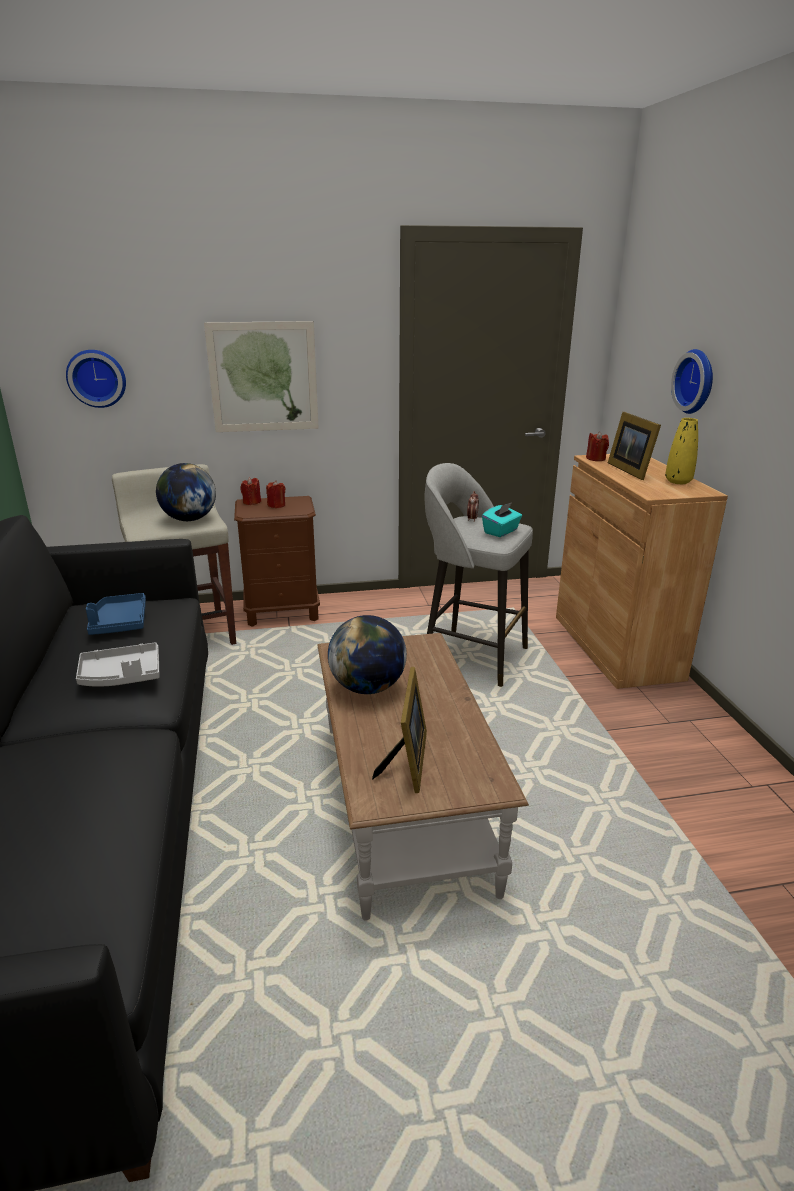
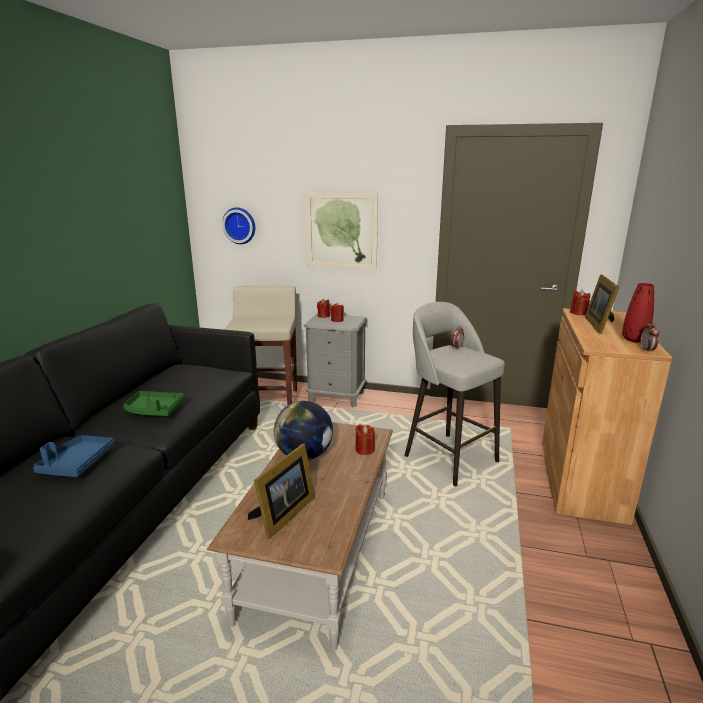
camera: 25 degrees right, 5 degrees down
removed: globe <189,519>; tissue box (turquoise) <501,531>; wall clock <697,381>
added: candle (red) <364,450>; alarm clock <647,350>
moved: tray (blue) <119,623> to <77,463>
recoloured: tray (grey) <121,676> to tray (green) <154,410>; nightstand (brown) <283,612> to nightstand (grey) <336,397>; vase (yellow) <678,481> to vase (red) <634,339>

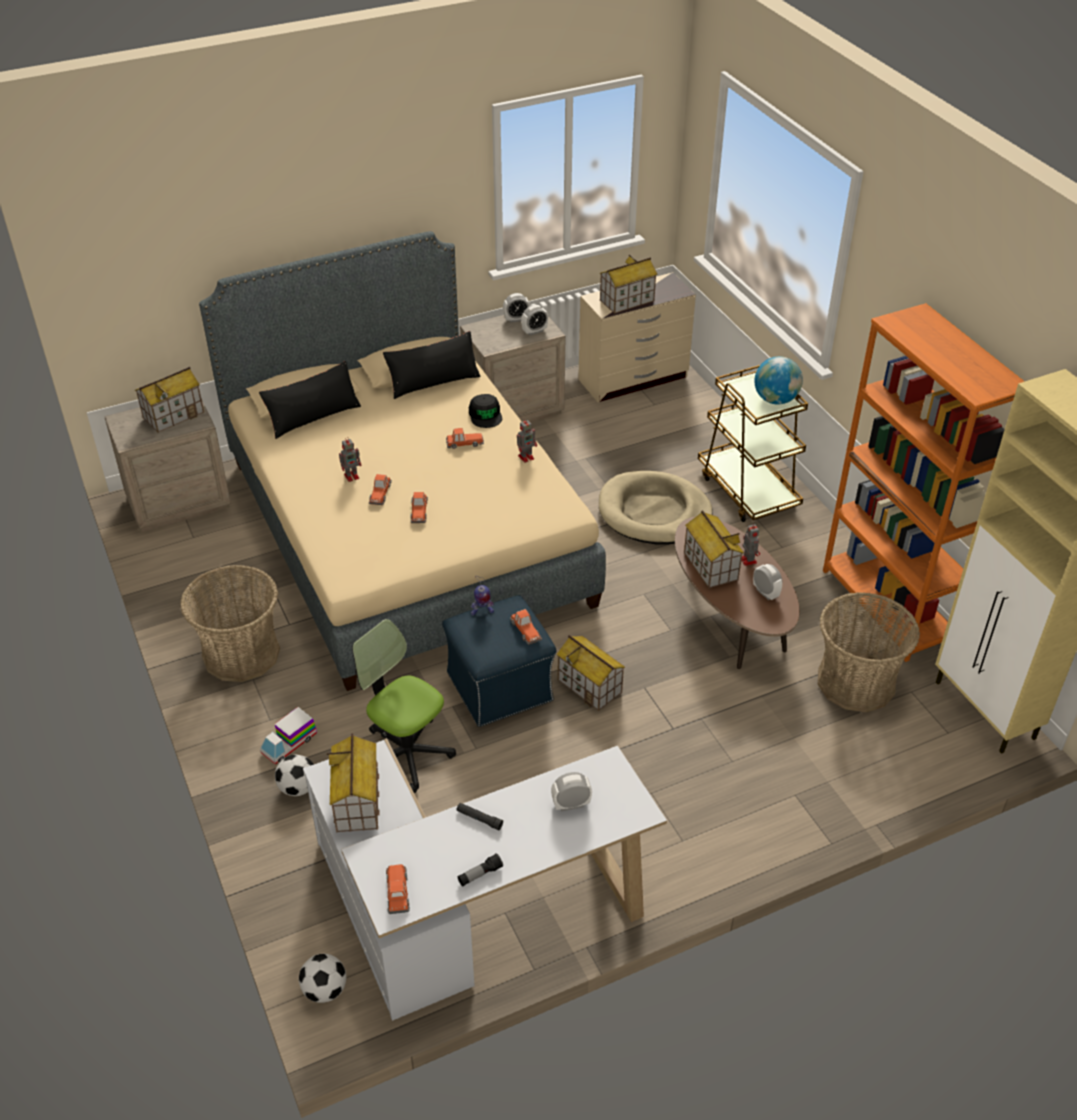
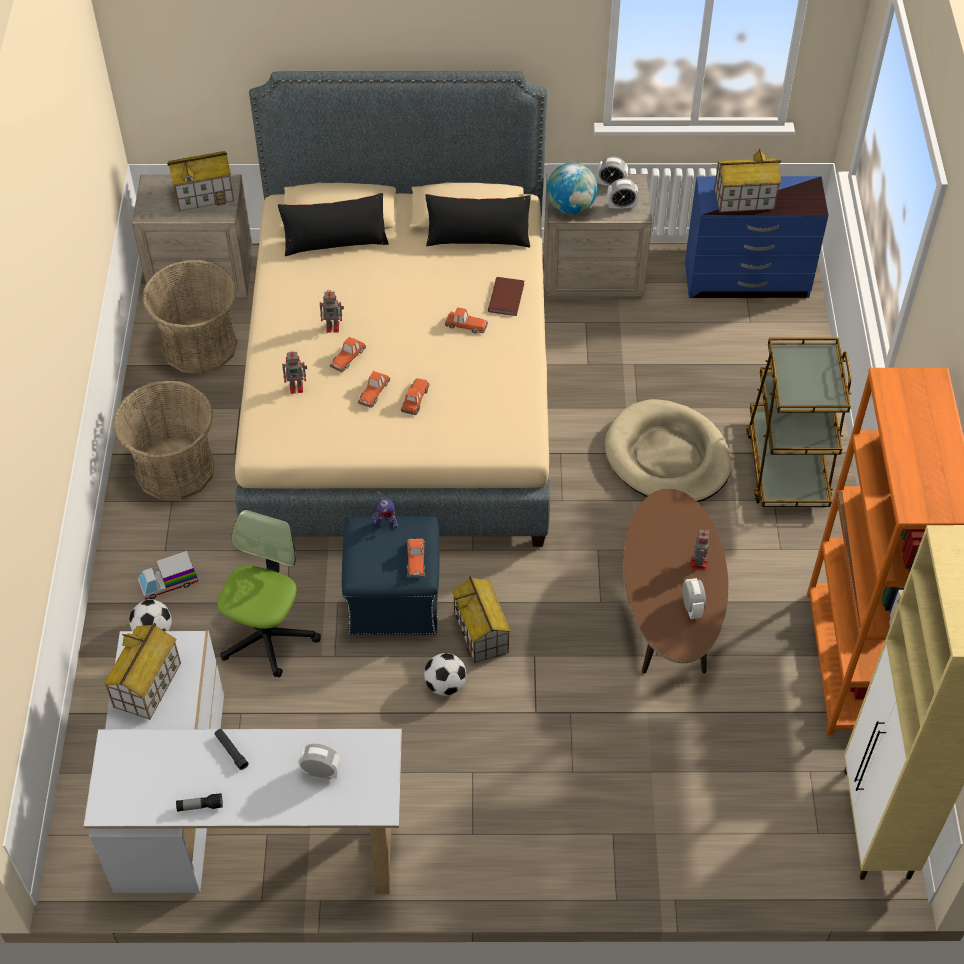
camera: 25 degrees right, 10 degrees up
removed: toy house <710,566>
moved: football <325,990> to <445,685>; toy car <397,892> to <415,399>; toy robot <526,457> to <297,387>; globe <775,399> to <571,207>; basket <856,682> to <200,346>
replaced: cap (black) <485,415> to book (brown) <507,297>
recoloured: dresser (beige) <634,379> to dresser (blue) <747,281>
turned: office chair <406,754> = <267,636> 45 degrees clockwise

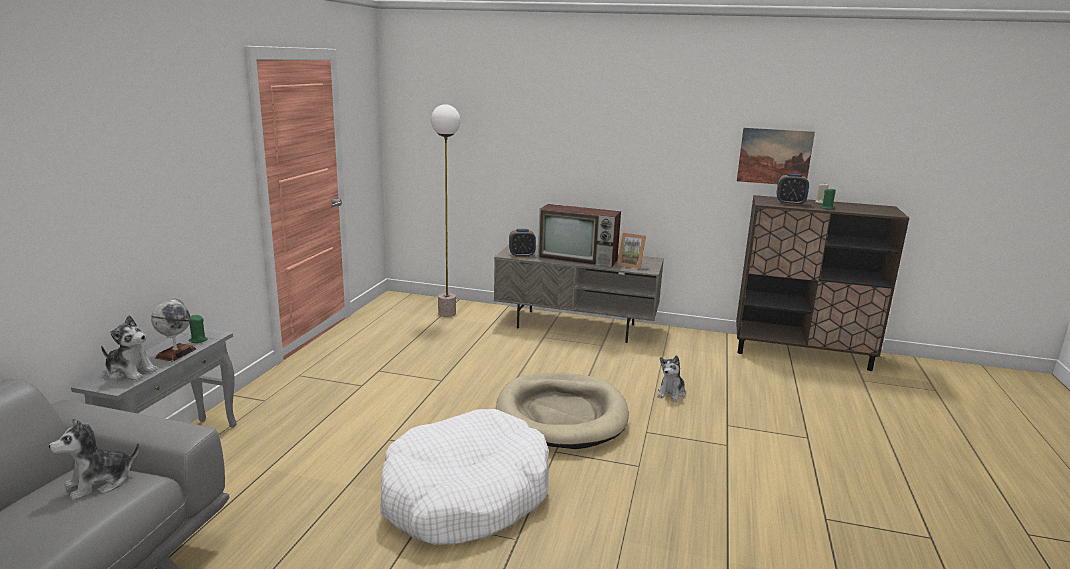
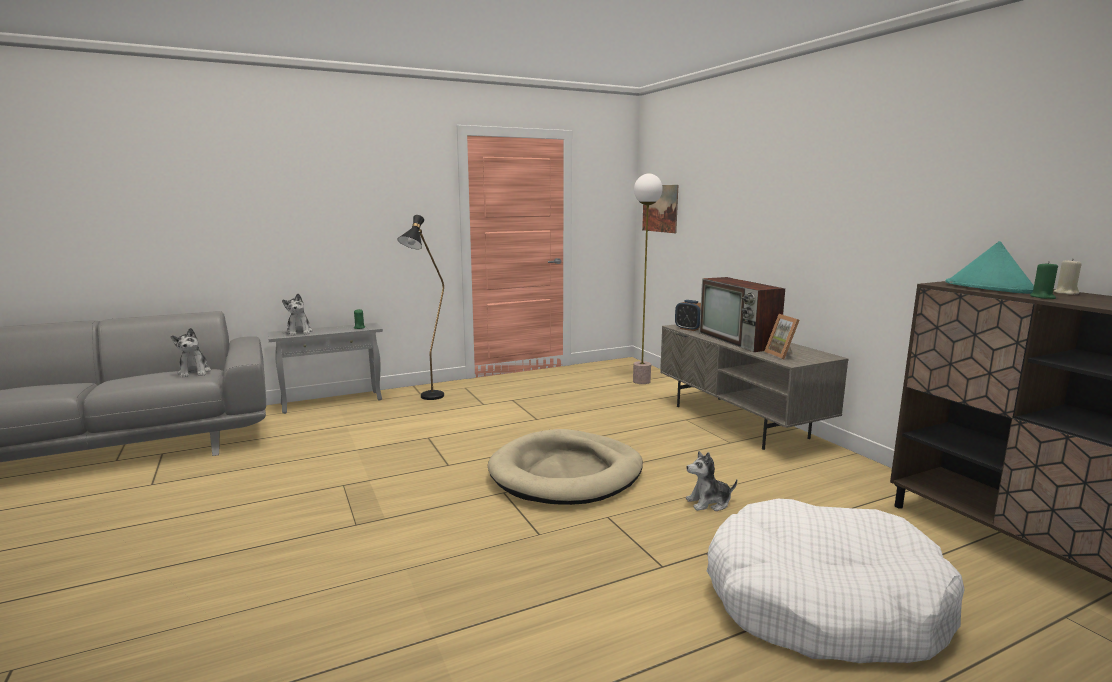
camera: 50 degrees right, 5 degrees down
removed: globe <176,353>
added: floor lamp (black) <428,399>
moved: dog bed (white) <465,495> to <822,603>; picture <774,156> to <660,208>
replaced: alarm clock <790,203> to hat (turquoise) <990,288>
turned: plush toy <99,483> = <194,372> 120 degrees counterclockwise

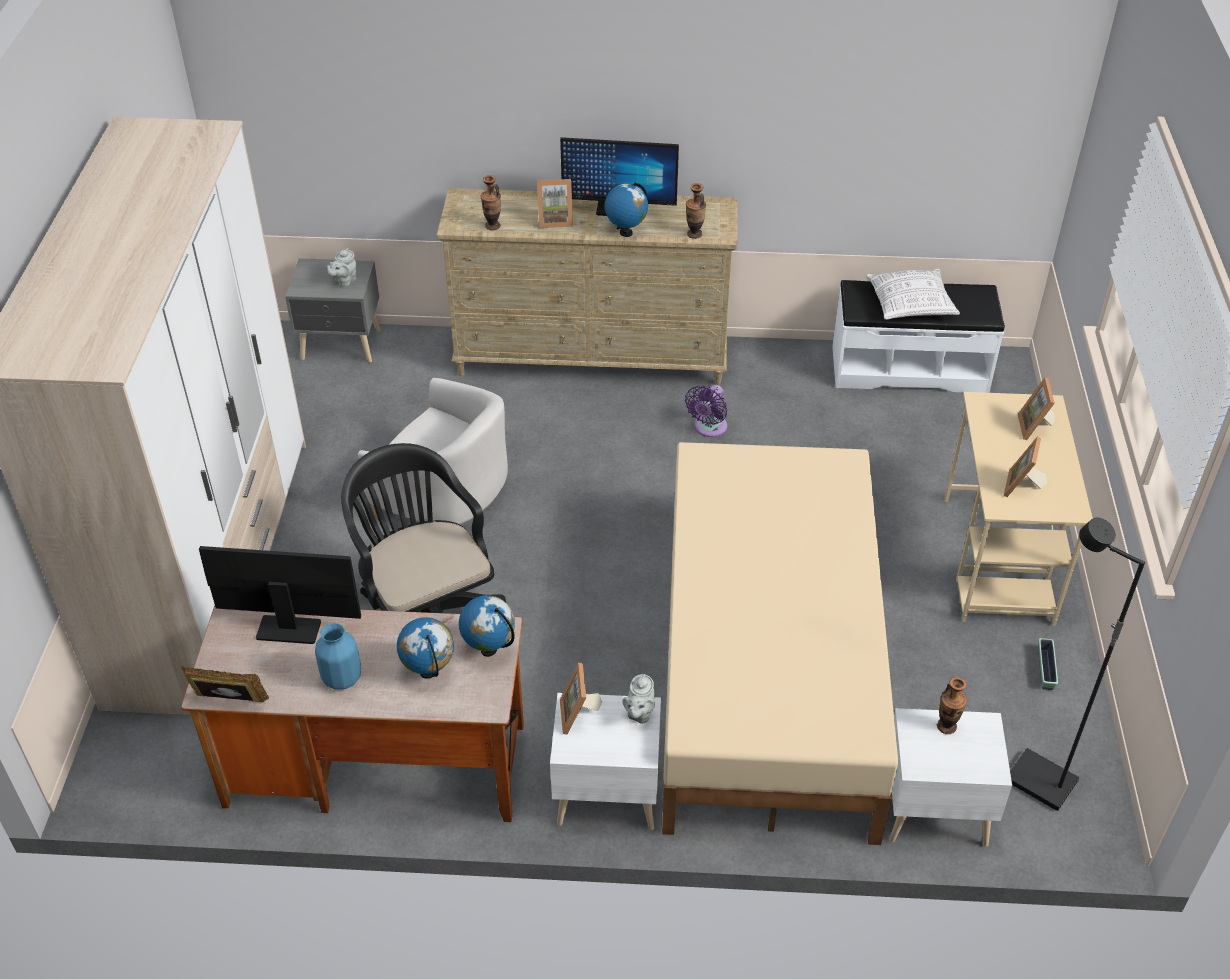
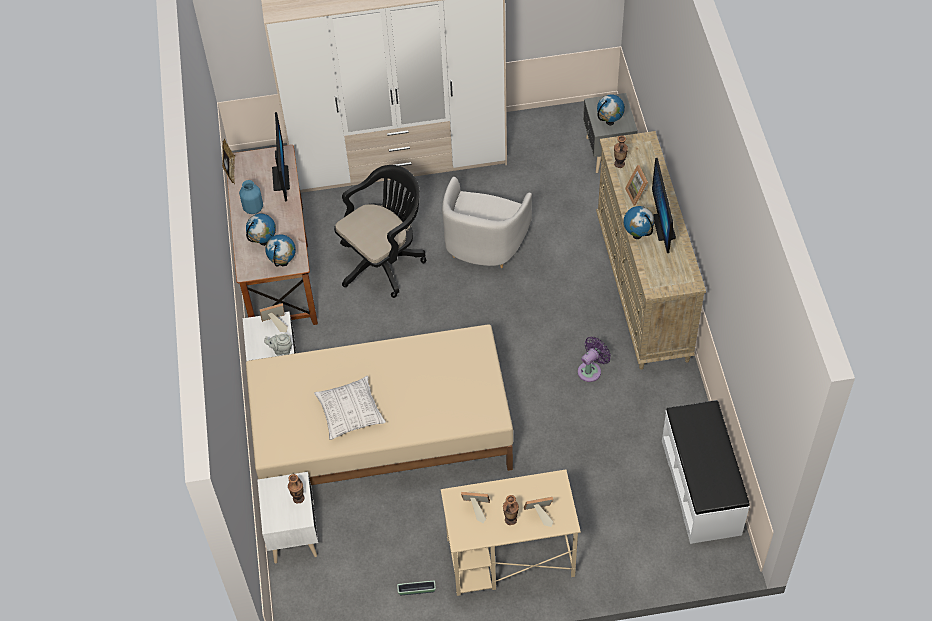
camera: 80 degrees right, 10 degrees up
removed: floor lamp (black) <1039,782>
moved: vase <694,234> to <510,520>; pillow <909,305> to <350,413>
replaced: teapot (grey) <344,281> to globe <609,122>
turned: fan (purple) <708,428> = <591,370> 120 degrees clockwise

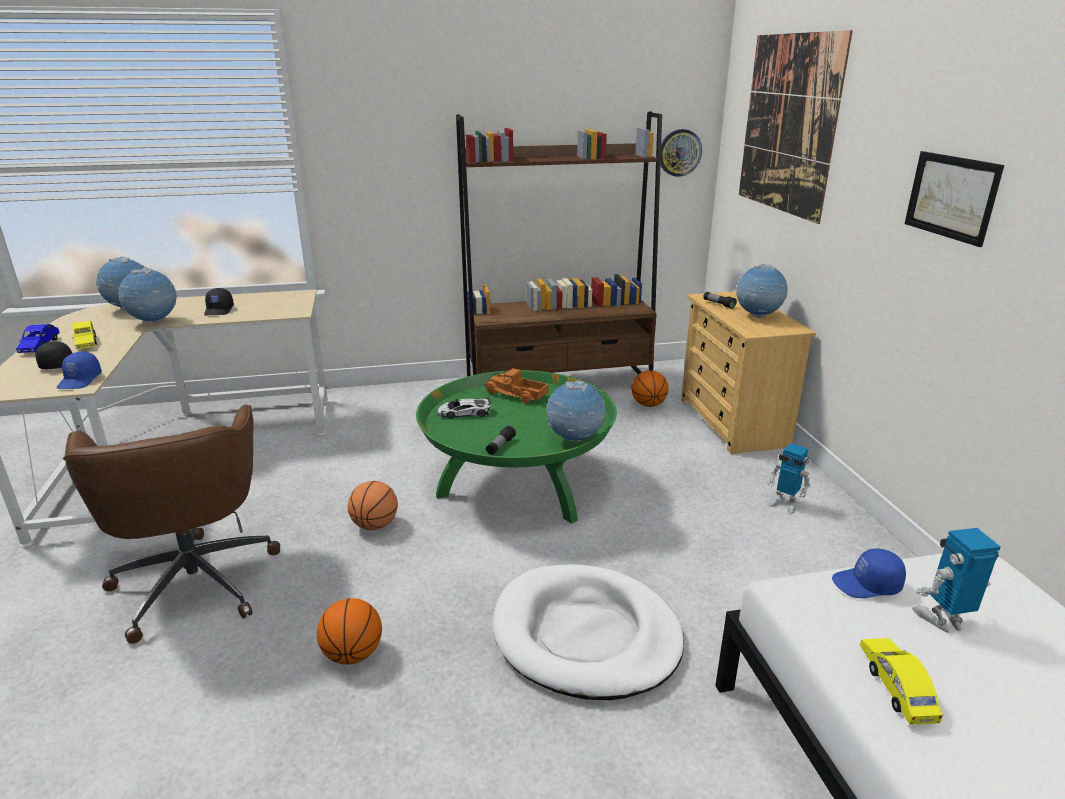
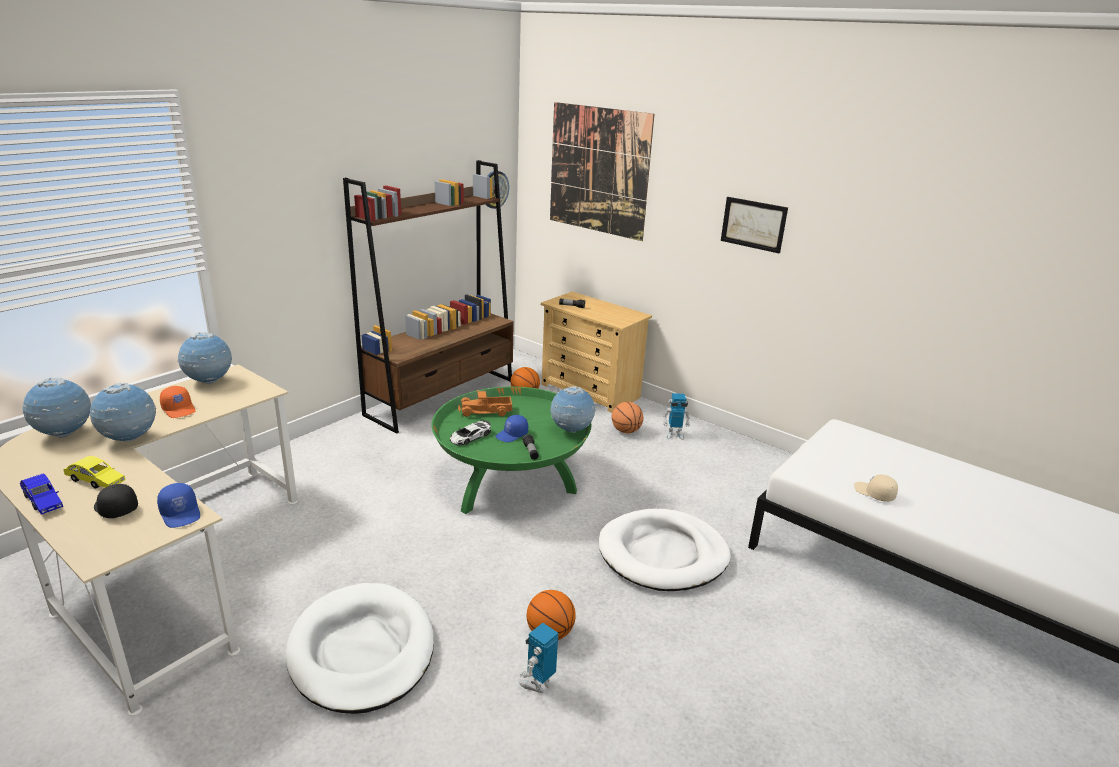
camera: 40 degrees left, 0 degrees up
moved: basketball <375,525> to <626,431>; globe <757,316> to <209,382>; cap (blue) <867,585> to <512,435>; toy robot <942,620> to <538,684>
replaced: office chair (brown) <196,580> to dog bed (white) <362,651>; toy car (yellow) <895,686> to cap (beige) <874,493>
recoloured: cap (black) <219,310> to cap (orange) <179,409>

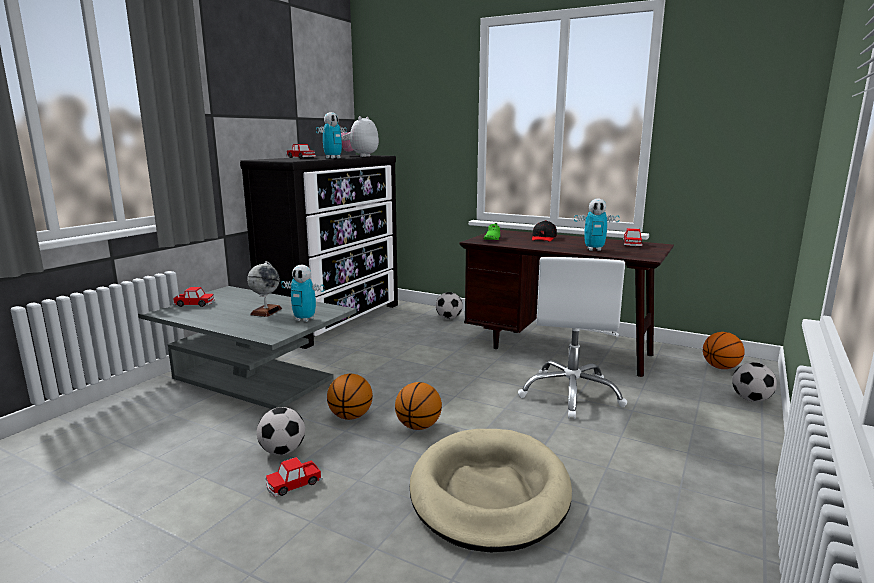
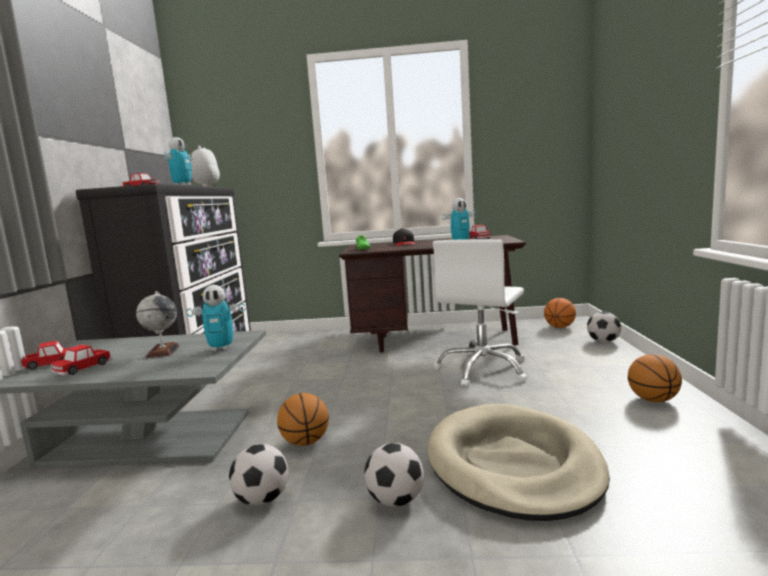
camera: 25 degrees left, 5 degrees down
moved: toy car <293,484> to <82,368>; basketball <418,426> to <653,400>; football <449,318> to <396,500>
turned: office chair (white) <571,394> = <483,369> 45 degrees clockwise

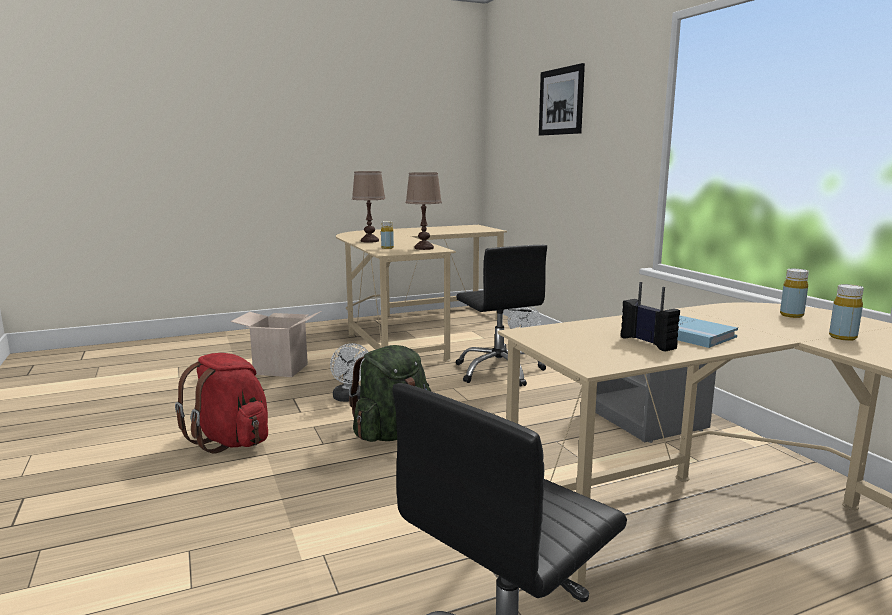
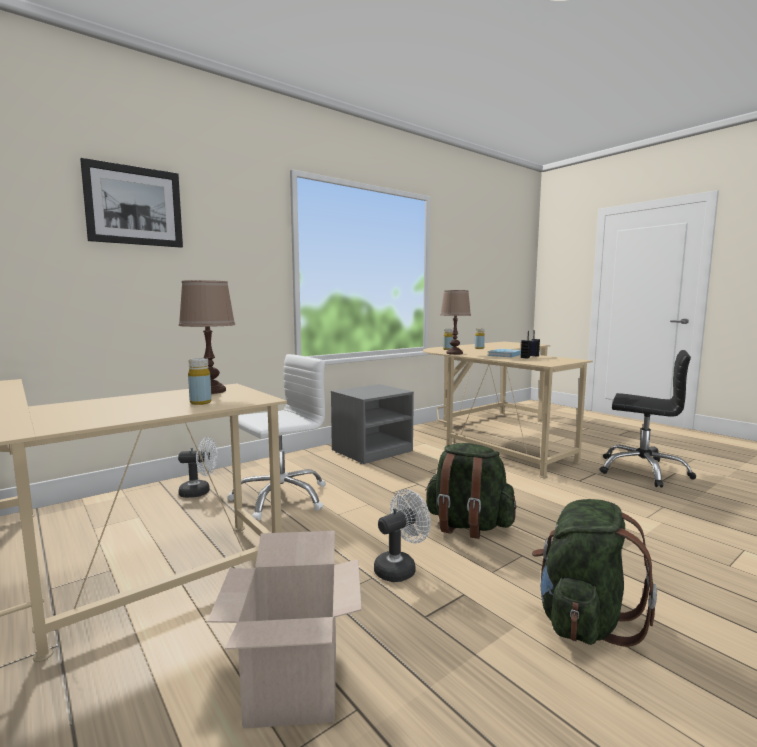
camera: 105 degrees left, 5 degrees down
moved: table lamp (brown) <370,241> to <454,353>
recoloured: backpack (red) <231,441> to backpack (green) <583,620>; office chair (black) <499,371> to office chair (white) <281,498>

